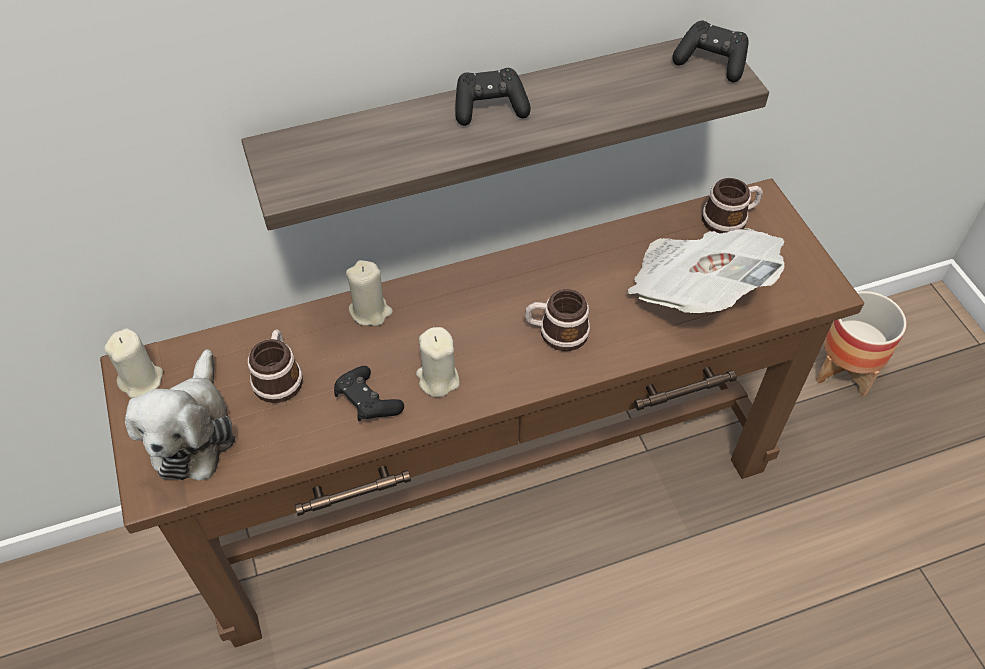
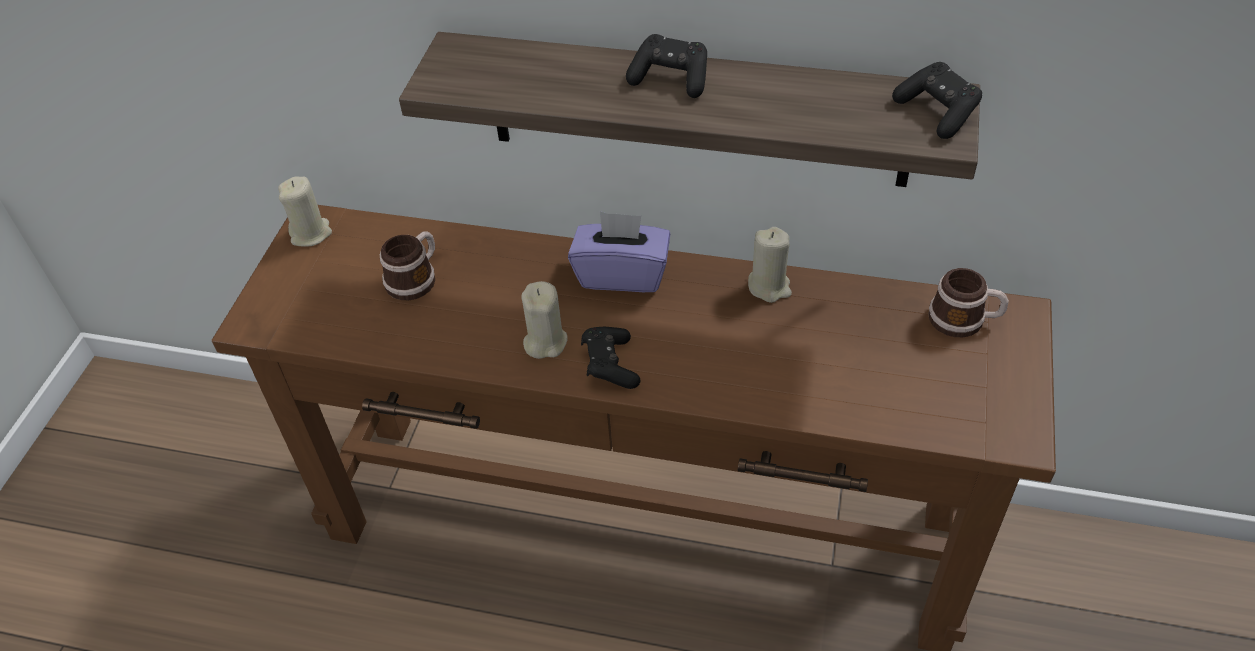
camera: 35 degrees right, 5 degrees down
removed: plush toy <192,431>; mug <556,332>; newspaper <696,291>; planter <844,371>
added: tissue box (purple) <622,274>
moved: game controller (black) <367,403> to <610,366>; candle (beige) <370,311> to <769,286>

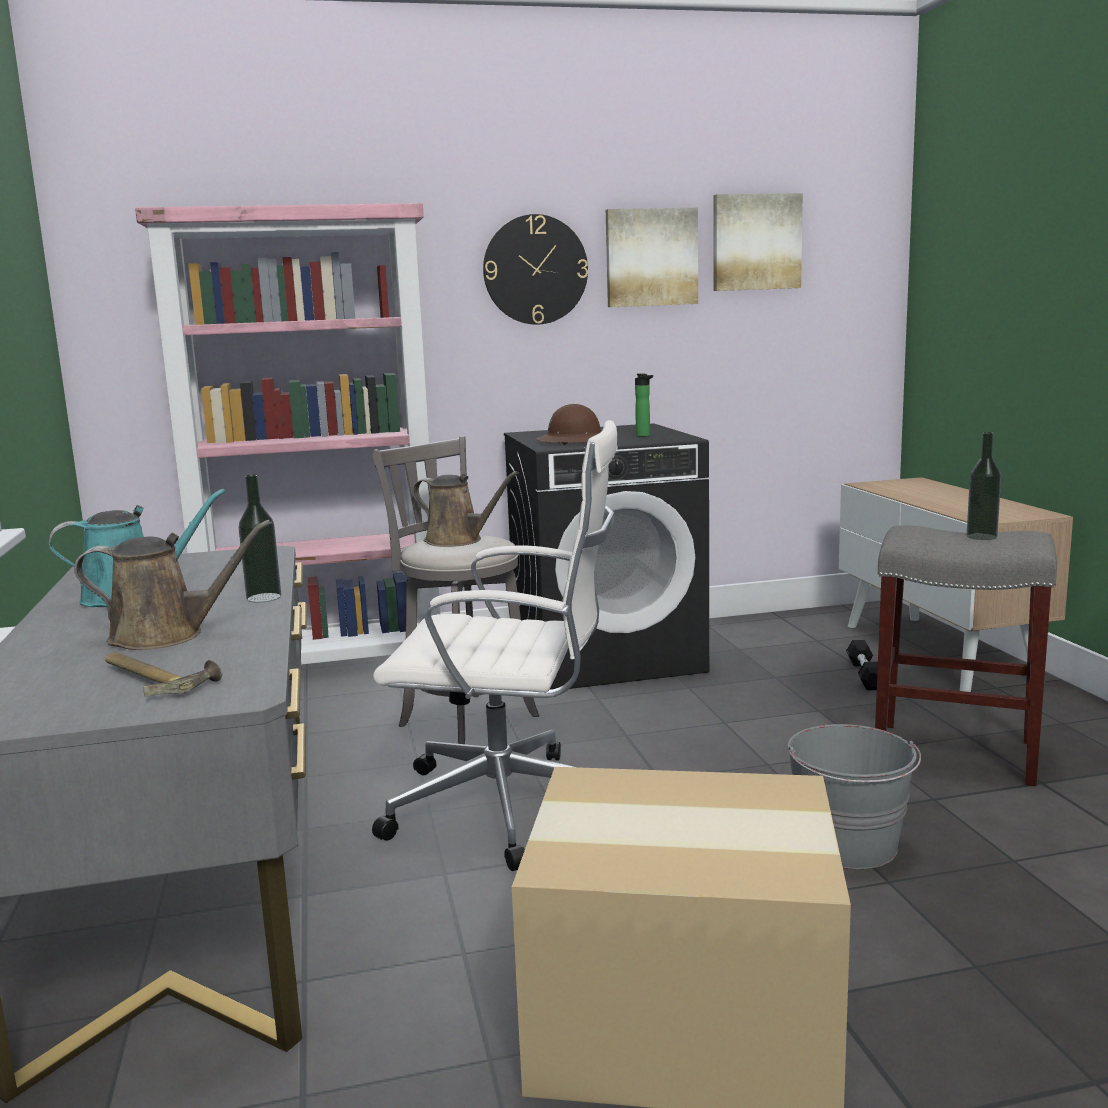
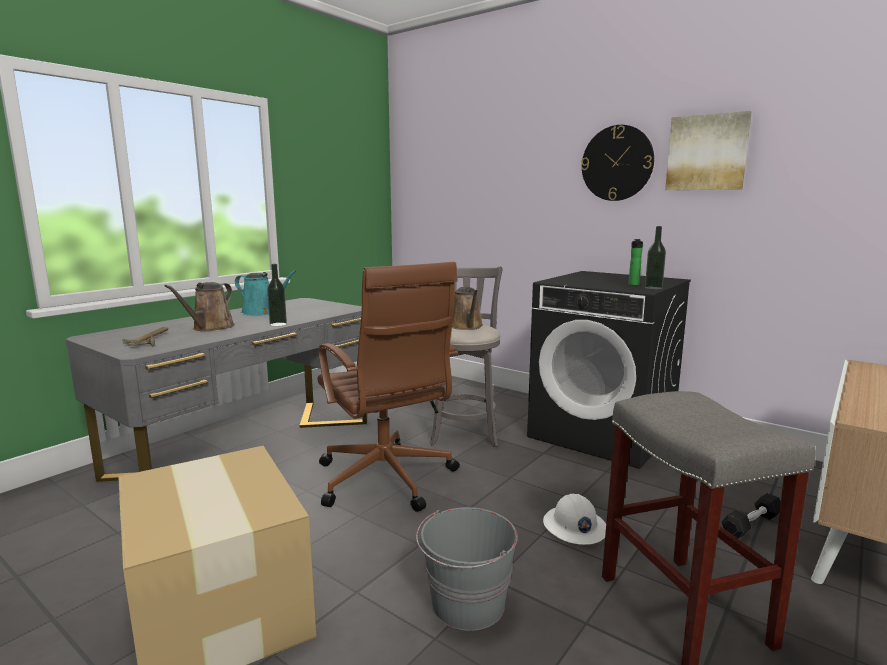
camera: 50 degrees right, 0 degrees up
removed: bookcase (pink) <328,673>; hard hat (brown) <574,441>; picture <756,242>
added: hard hat (white) <574,527>
moved: bottle <981,536> to <653,288>
recoloured: office chair (white) <511,807> to office chair (brown) <386,480>
turned: watering can (brown) <166,636> = <210,328> 60 degrees clockwise

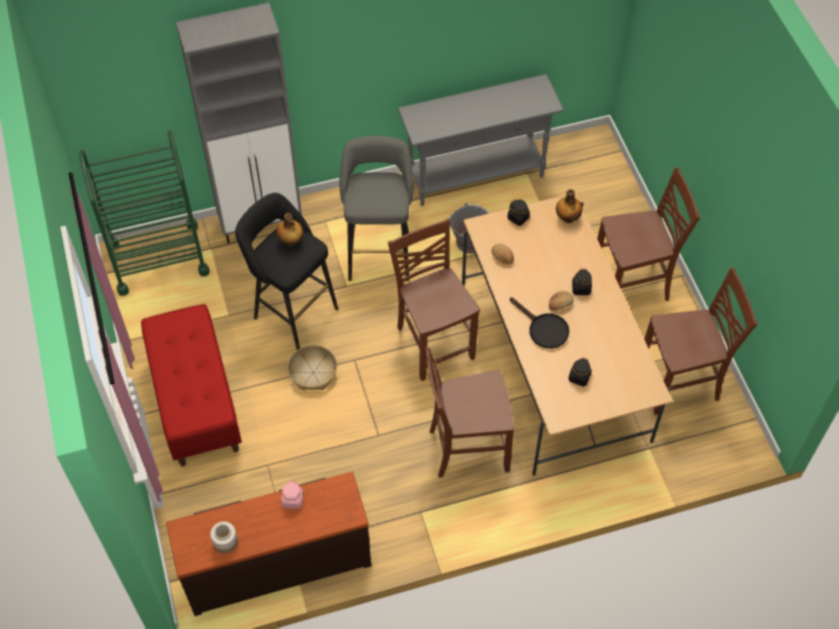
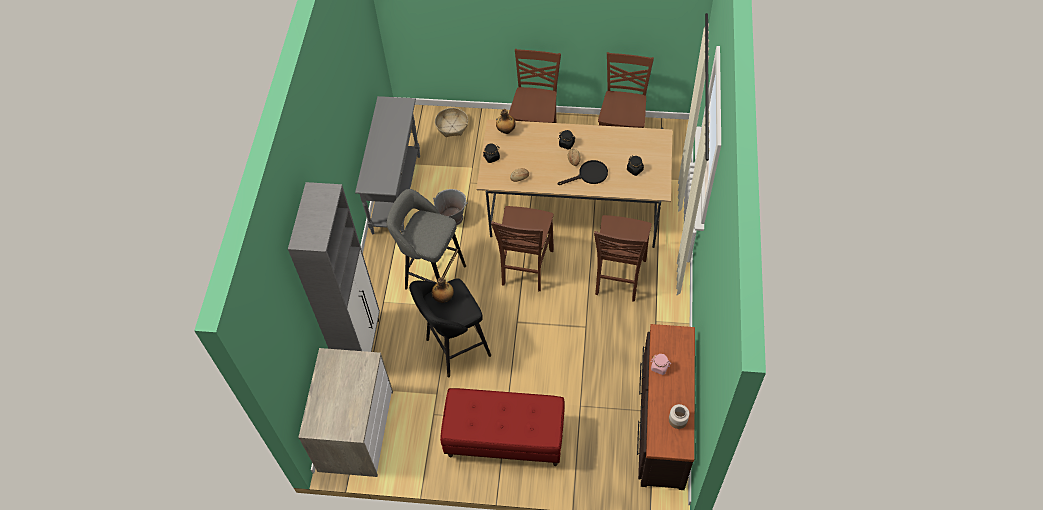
camera: 65 degrees left, 0 degrees up
moved: basket <313,373> to <452,126>
replaced: cart (green) <158,258> to dresser <355,430>
turned: chair (brown) <433,342> = <525,268> 75 degrees counterclockwise

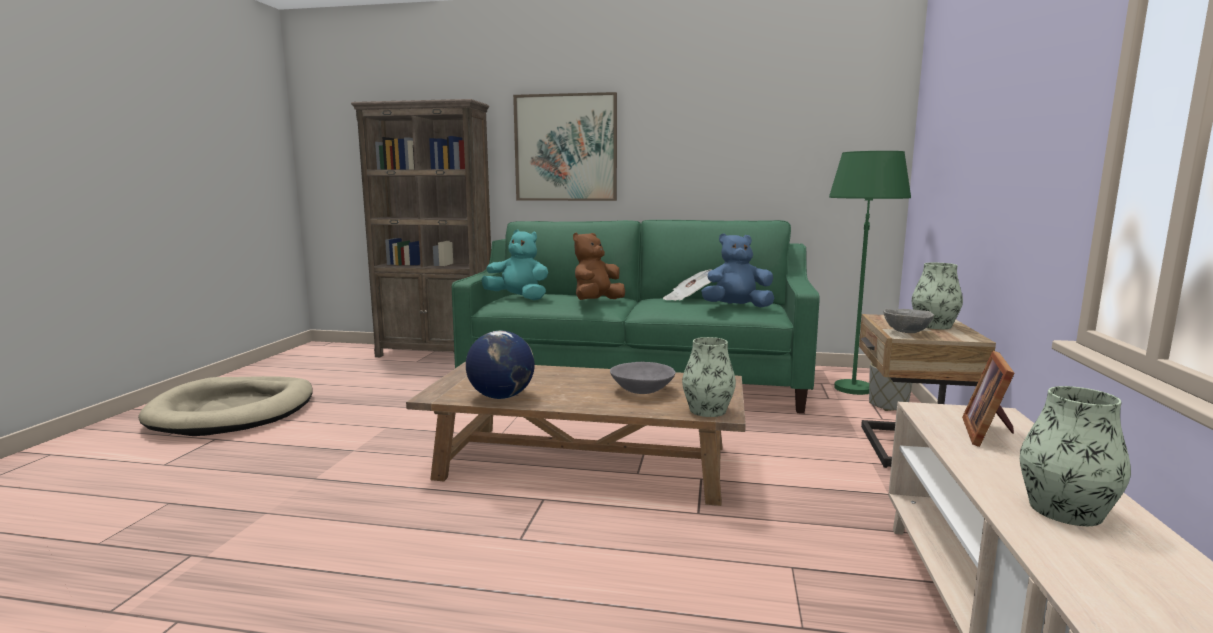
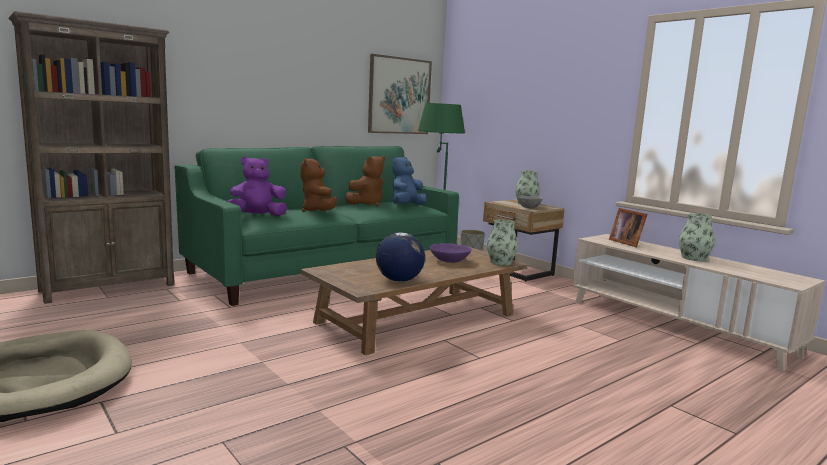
camera: 50 degrees left, 0 degrees up
moved: picture <565,148> to <399,96>
replaced: newspaper <688,299> to plush toy (brown) <366,204>
recoloured: plush toy (turquoise) <518,298> to plush toy (purple) <257,216>; bowl (grey) <642,390> to bowl (purple) <449,261>

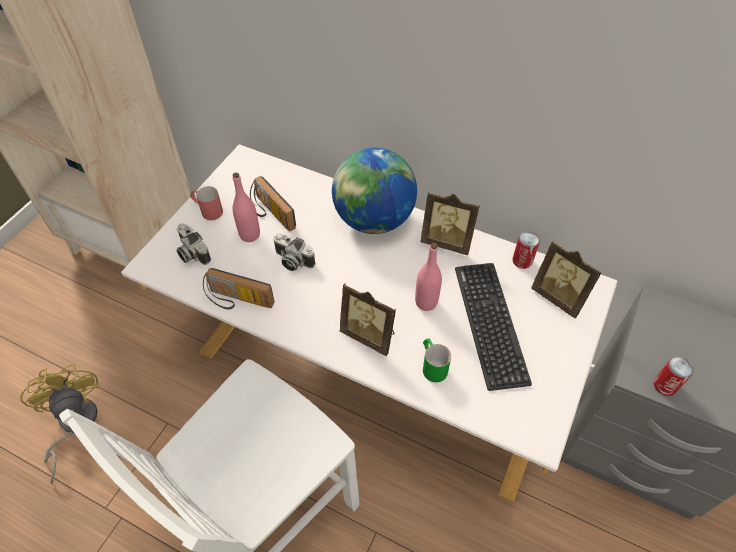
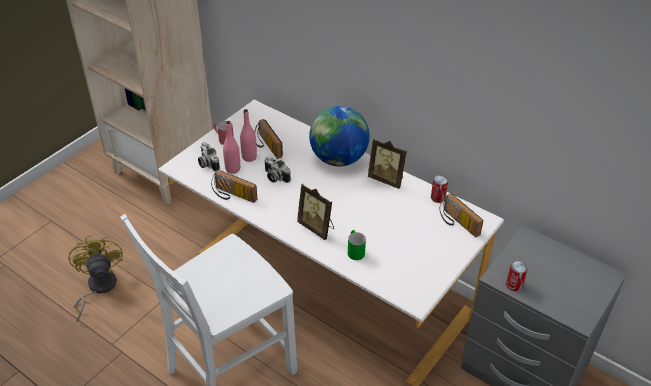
camera: 10 degrees right, 10 degrees down
removed: keyboard <490,323>
moved: bottle (pink) <426,302> to <233,169>
replaced: picture frame <559,297> to radio <457,223>

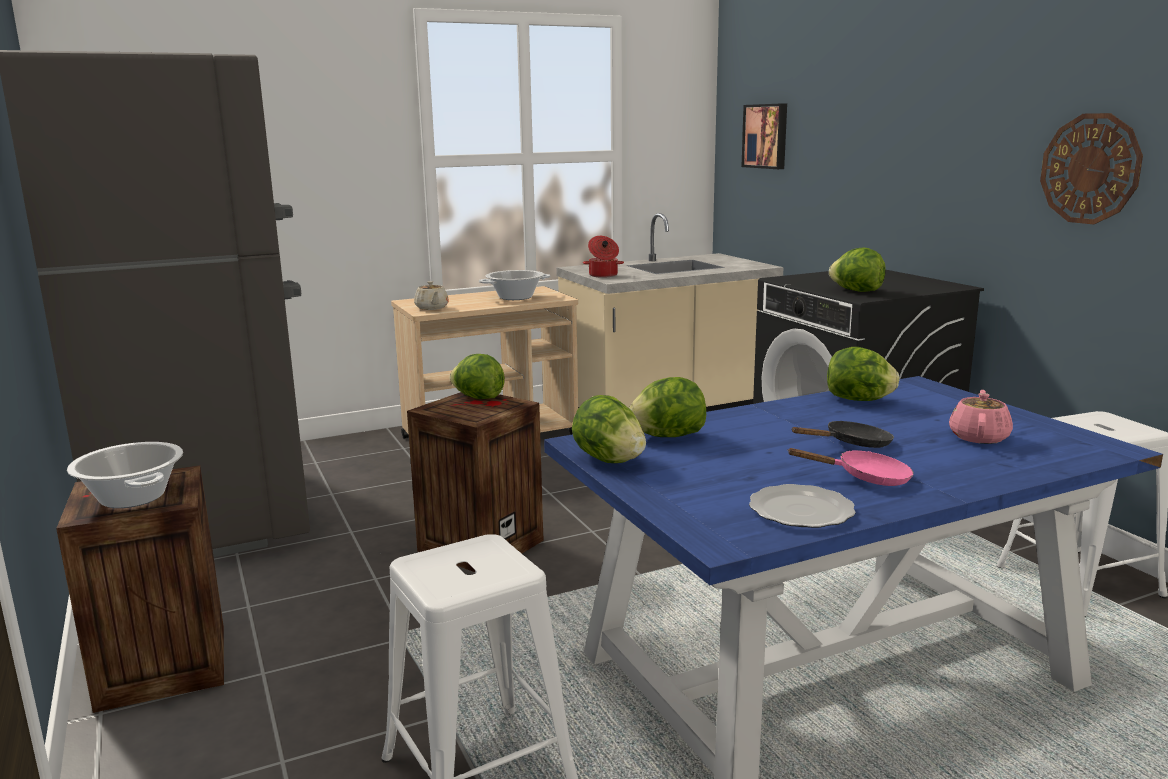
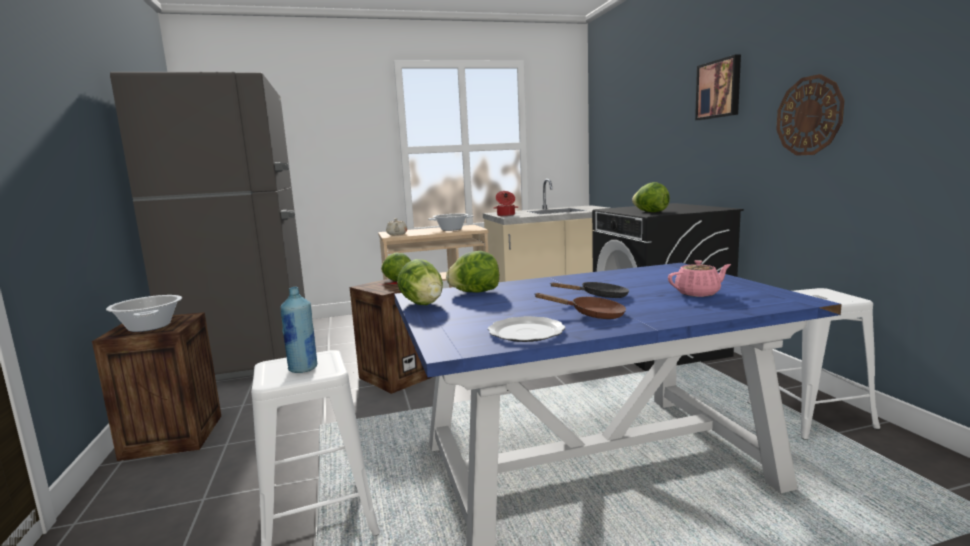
camera: 10 degrees right, 5 degrees down
removed: lettuce <859,400>
added: bottle (blue) <303,368>
moved: picture <766,136> to <719,89>
recoloured: frying pan (pink) <865,478> to frying pan (brown) <592,315>
turned: teapot (pink) <979,437> = <698,293> 45 degrees clockwise

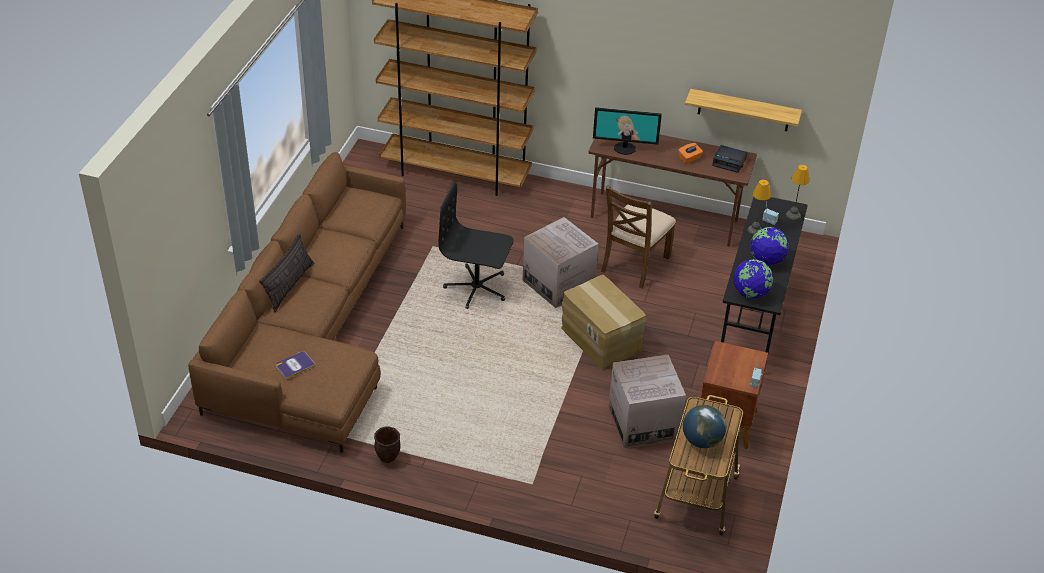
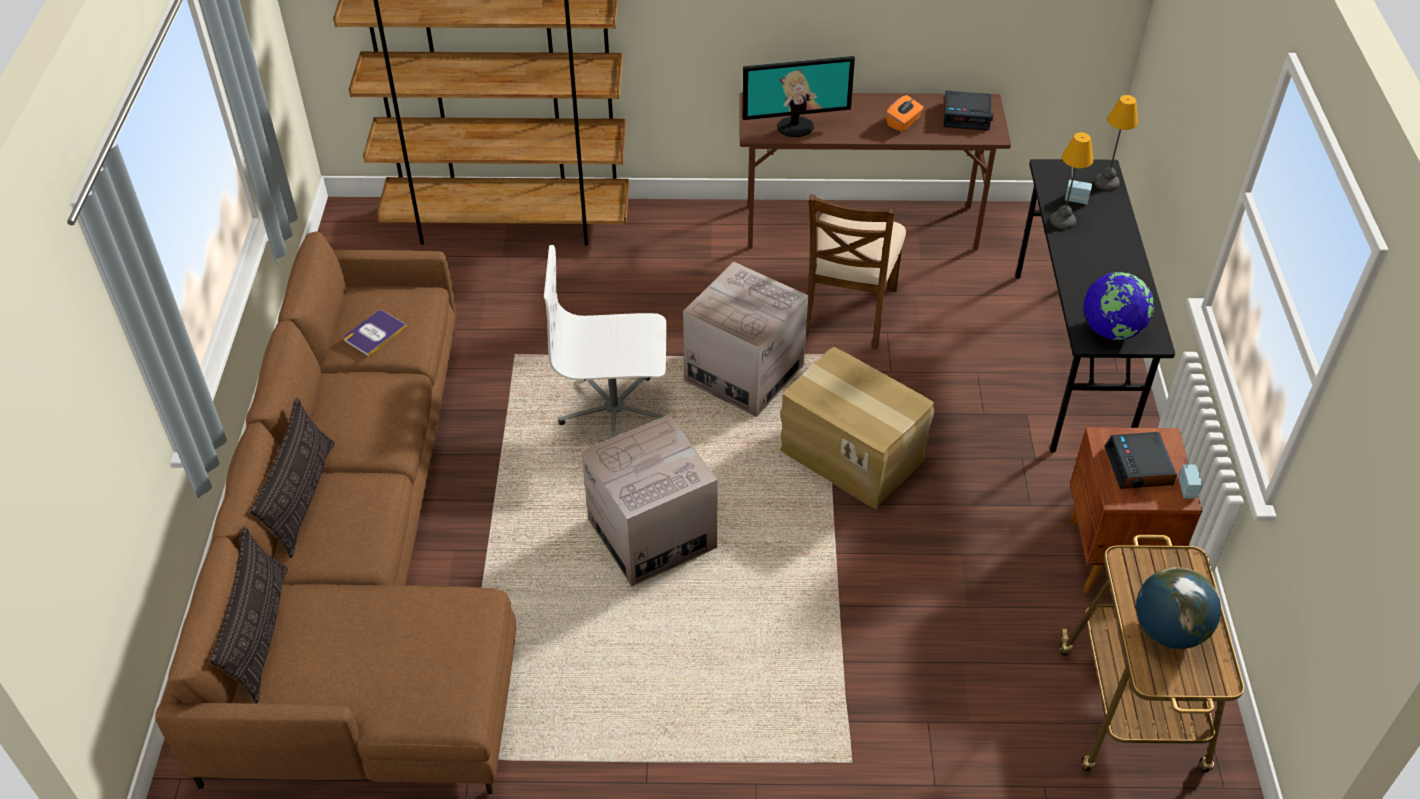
camera: 15 degrees left, 5 degrees up
removed: planter (brown) <387,458>; shelf <744,110>; globe <766,260>
added: pillow <261,633>; alarm clock <1139,467>
moved: book <295,365> to <374,333>; cardboard box <643,423> to <652,534>
recoloured: office chair (black) <477,288> to office chair (white) <615,412>

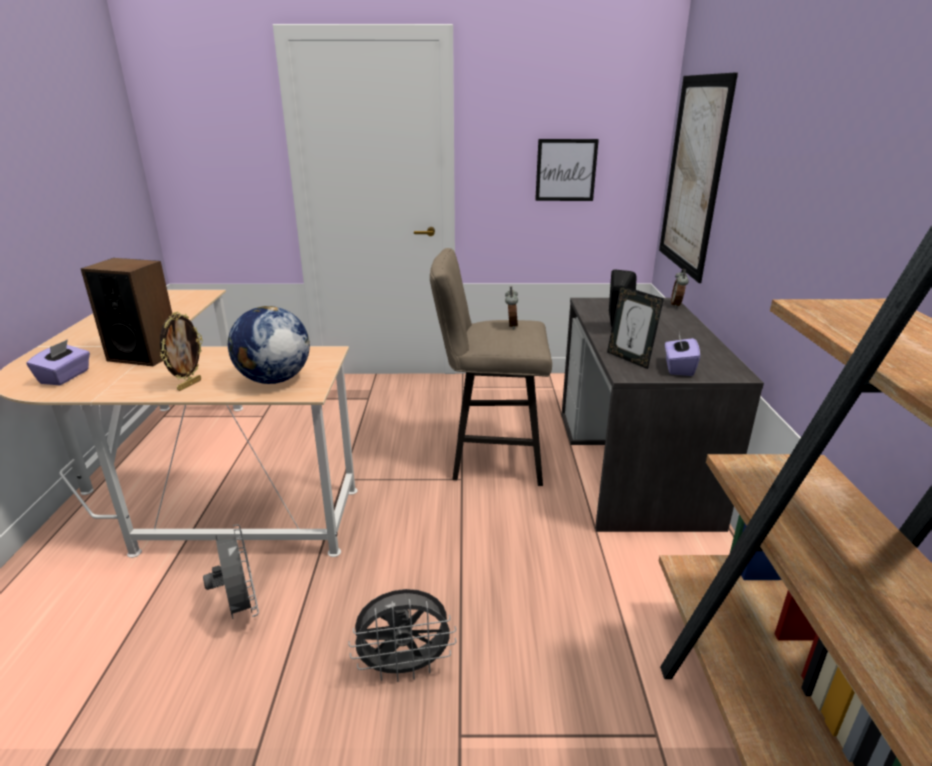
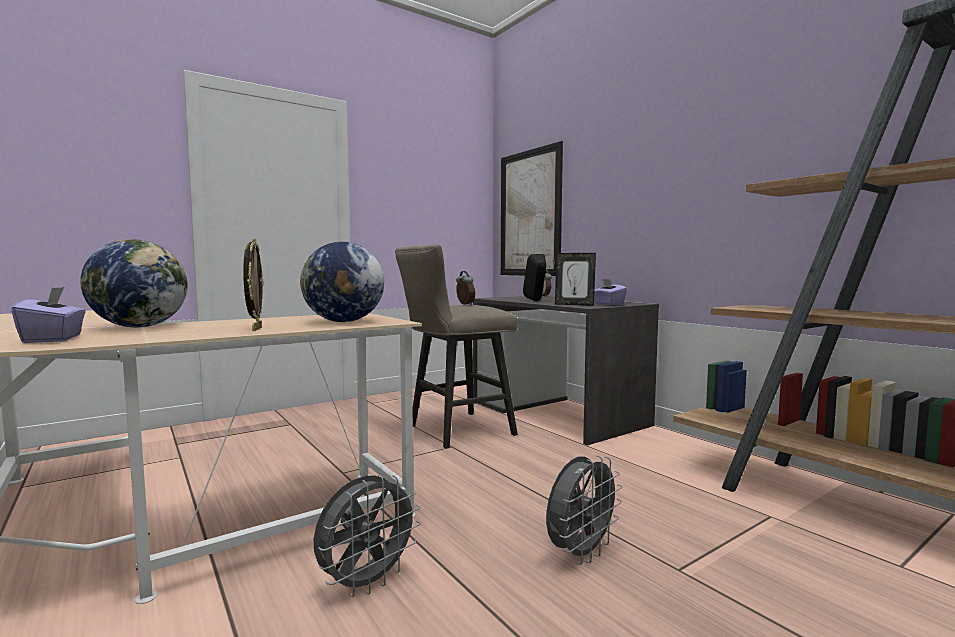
camera: 35 degrees left, 20 degrees down
removed: picture <566,170>
replaced: speaker <144,355> to globe <140,327>
turned: fan (grey) <240,608> = <367,583> 105 degrees clockwise

